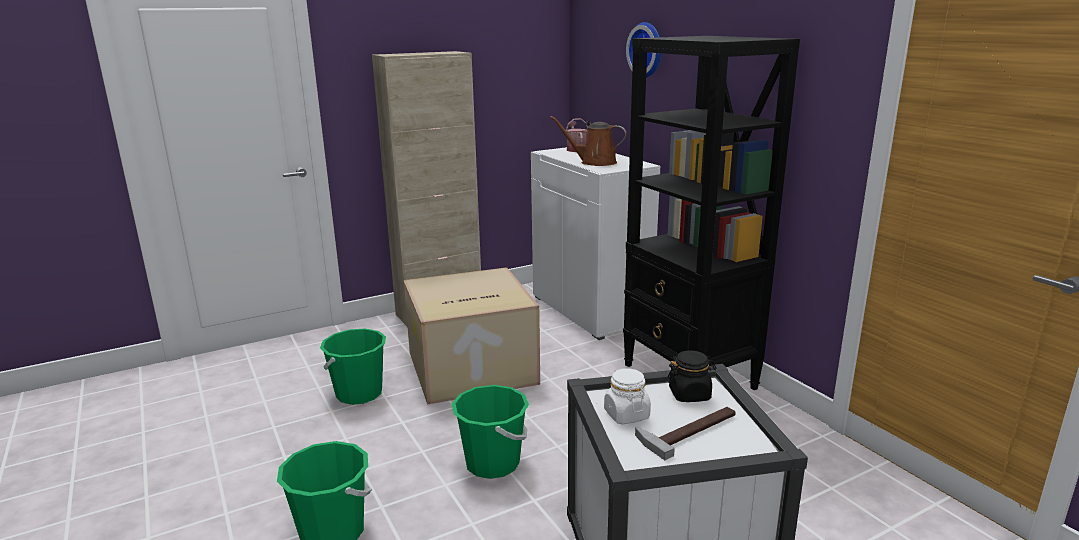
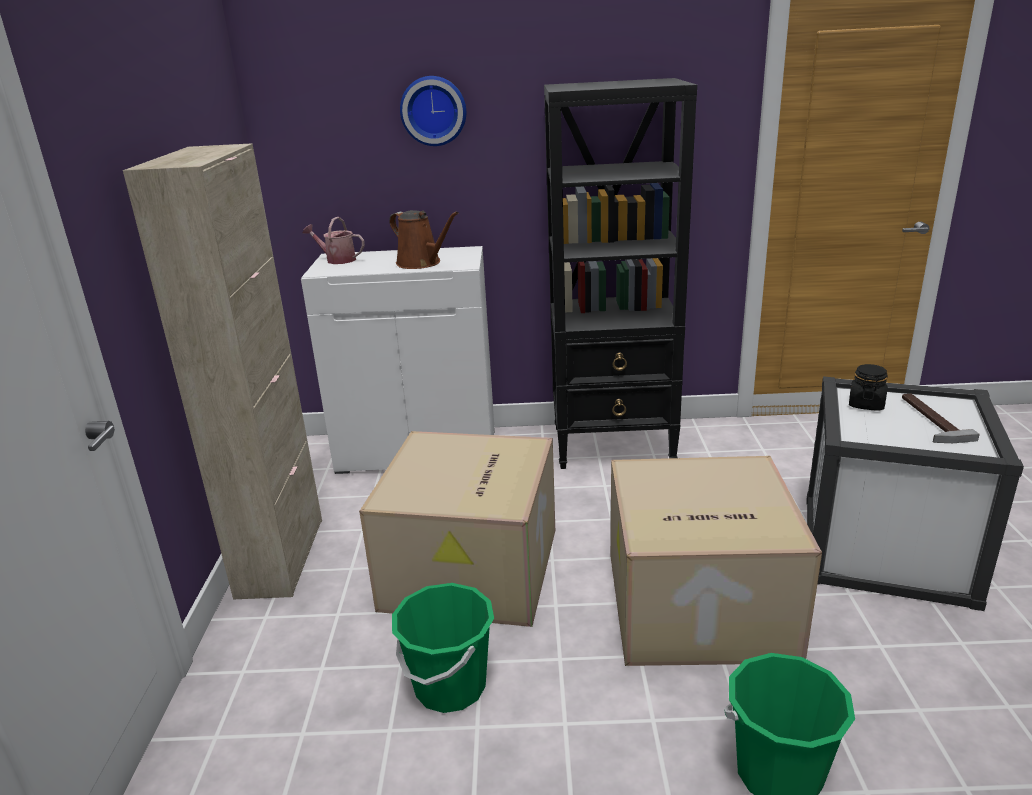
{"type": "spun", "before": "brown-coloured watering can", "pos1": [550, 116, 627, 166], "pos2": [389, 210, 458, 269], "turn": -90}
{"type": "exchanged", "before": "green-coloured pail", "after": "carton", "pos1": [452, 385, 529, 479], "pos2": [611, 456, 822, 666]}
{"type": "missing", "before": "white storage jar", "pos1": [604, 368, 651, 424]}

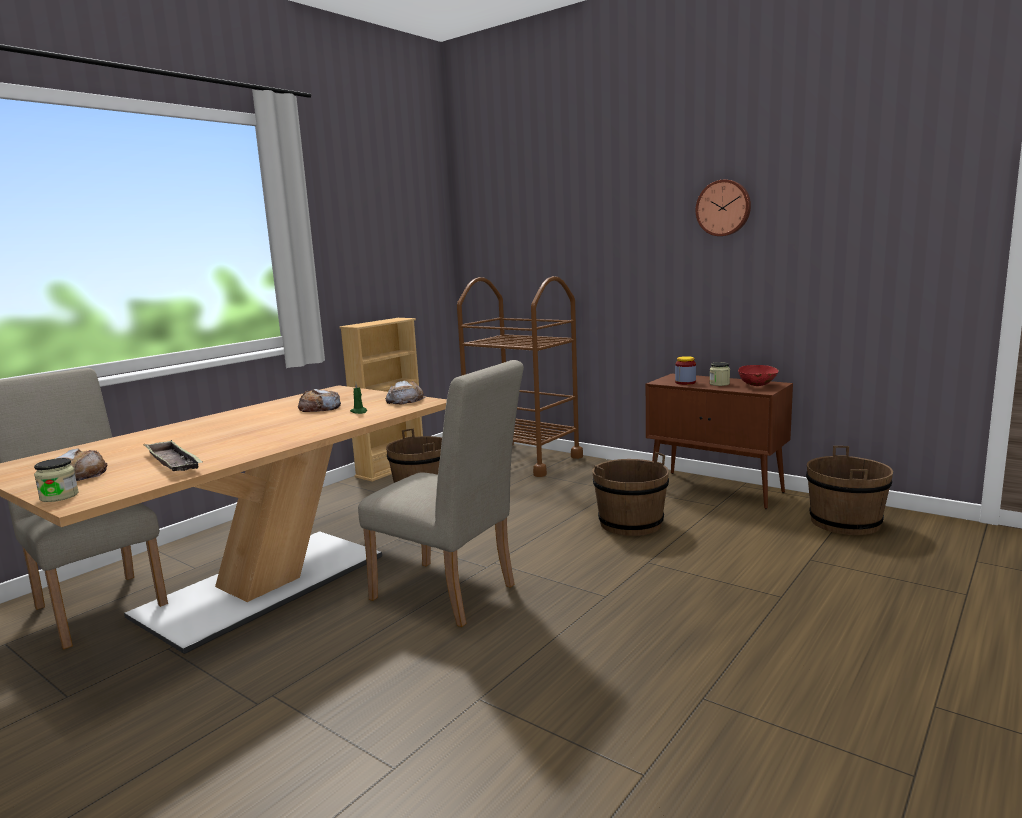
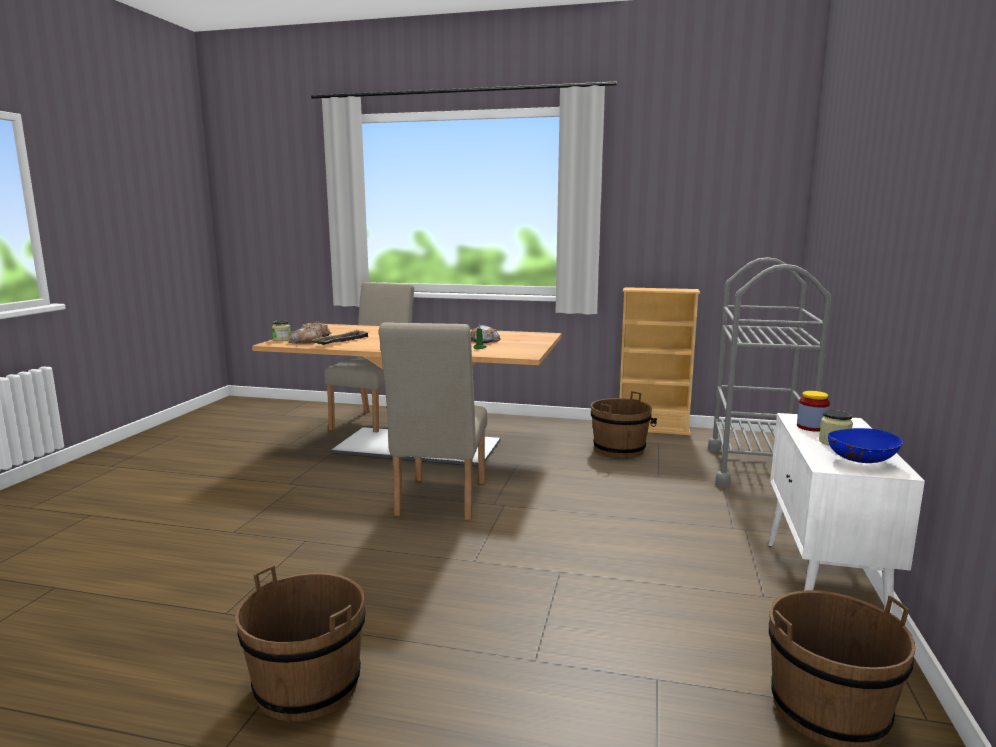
{"type": "relocated", "before": "brown-coloured pail", "pos1": [592, 452, 669, 536], "pos2": [235, 565, 366, 722]}
{"type": "relocated", "before": "bread", "pos1": [385, 380, 425, 405], "pos2": [289, 326, 322, 344]}
{"type": "colour", "before": "brown-coloured cart", "after": "gray cart", "pos1": [457, 276, 583, 477], "pos2": [708, 257, 831, 487]}
{"type": "colour", "before": "brown-coloured cupboard", "after": "white cupboard", "pos1": [646, 374, 793, 509], "pos2": [768, 413, 925, 614]}
{"type": "colour", "before": "red bowl", "after": "bluish bowl", "pos1": [738, 365, 779, 386], "pos2": [828, 428, 903, 463]}
{"type": "missing", "before": "hanging clock", "pos1": [696, 180, 751, 236]}

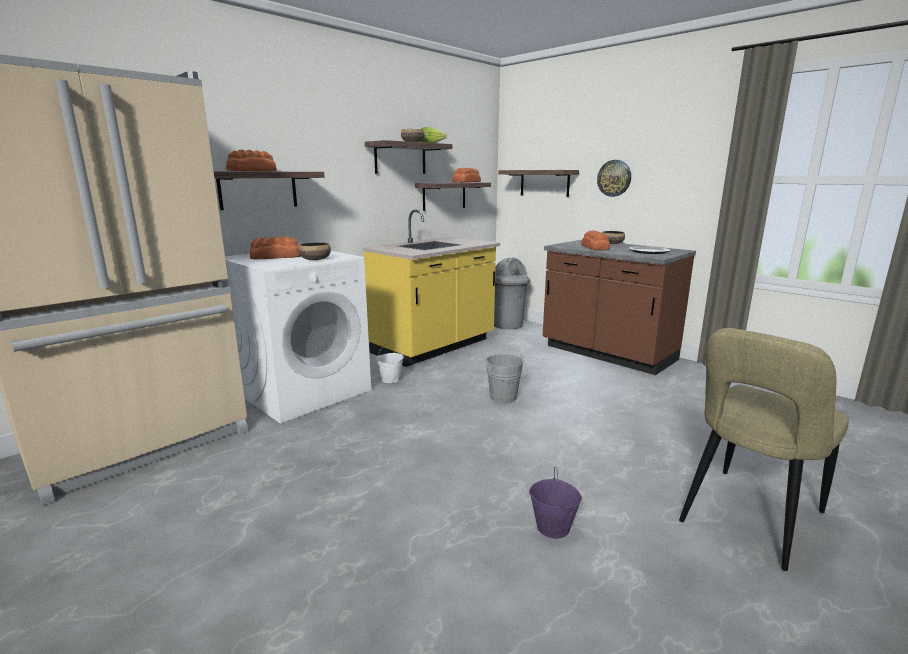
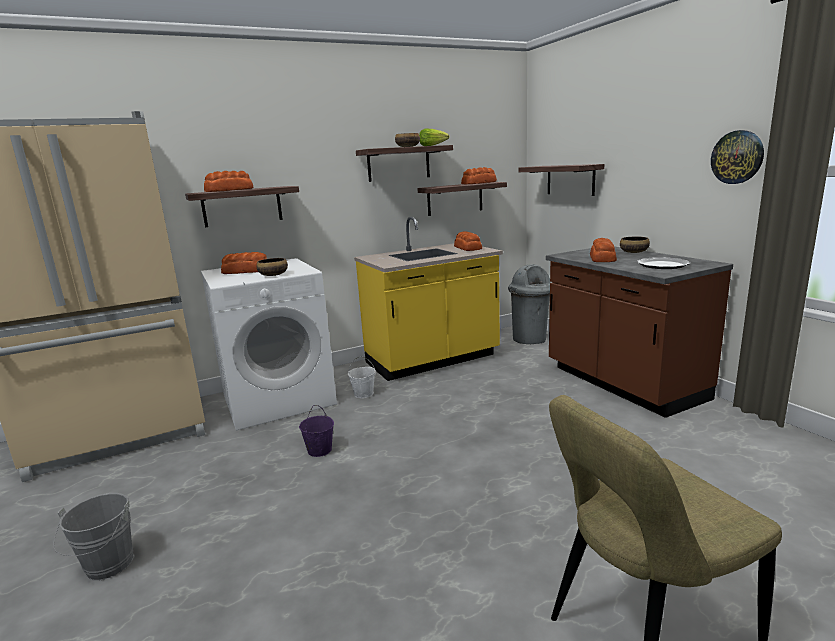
{"type": "relocated", "before": "gray pail", "pos1": [485, 353, 528, 403], "pos2": [53, 493, 134, 581]}
{"type": "relocated", "before": "purple pail", "pos1": [529, 467, 582, 539], "pos2": [299, 405, 334, 457]}
{"type": "appeared", "after": "bread", "pos2": [454, 231, 482, 251]}
{"type": "relocated", "before": "hanging clock", "pos1": [597, 160, 631, 197], "pos2": [711, 130, 764, 184]}

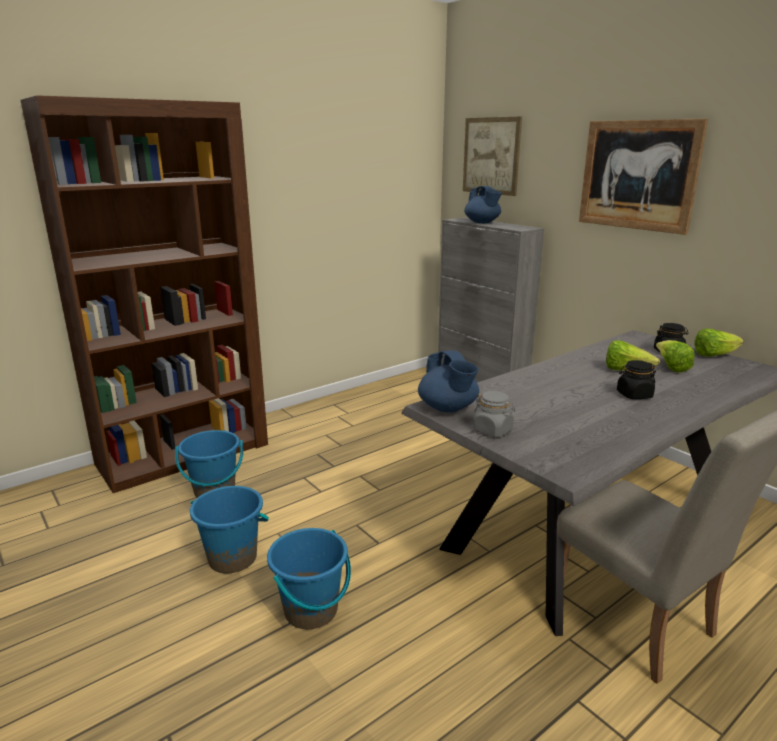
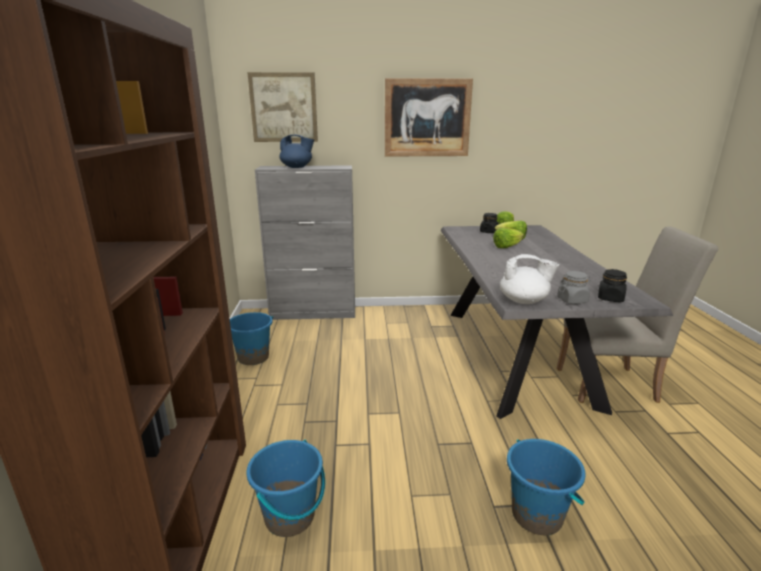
{"type": "relocated", "before": "bluish pail", "pos1": [190, 486, 269, 573], "pos2": [230, 312, 273, 365]}
{"type": "colour", "before": "bluish pot for tea", "after": "white pot for tea", "pos1": [418, 351, 479, 413], "pos2": [500, 254, 559, 304]}
{"type": "relocated", "before": "black storage jar", "pos1": [617, 360, 656, 399], "pos2": [598, 269, 627, 302]}

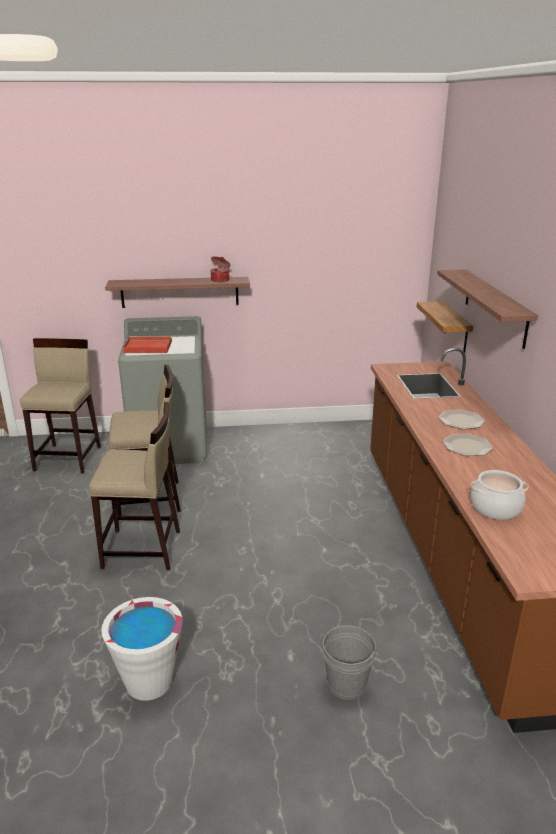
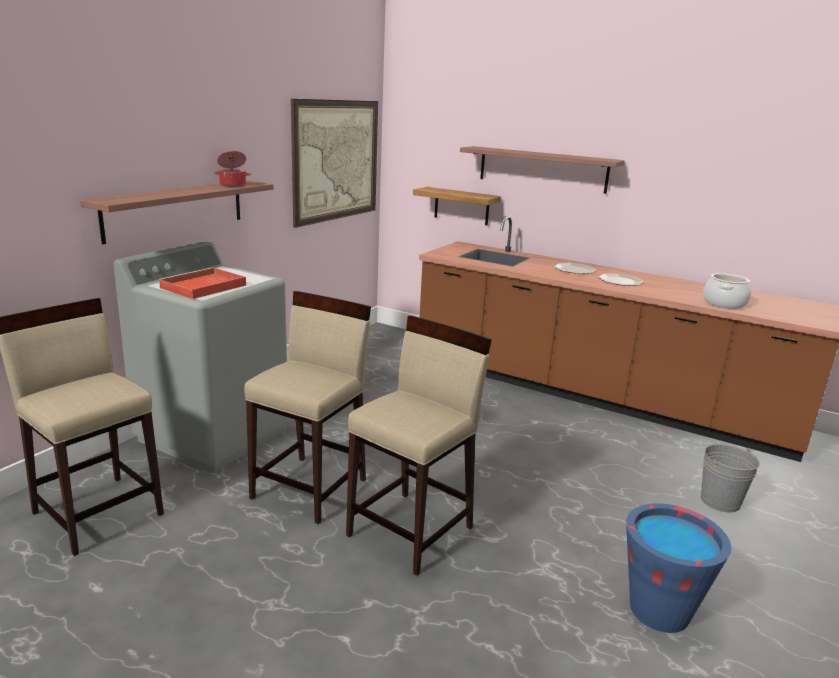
{"type": "appeared", "after": "picture", "pos2": [291, 99, 378, 228]}
{"type": "colour", "before": "white pail", "after": "bluish pail", "pos1": [101, 597, 182, 701], "pos2": [626, 503, 731, 633]}

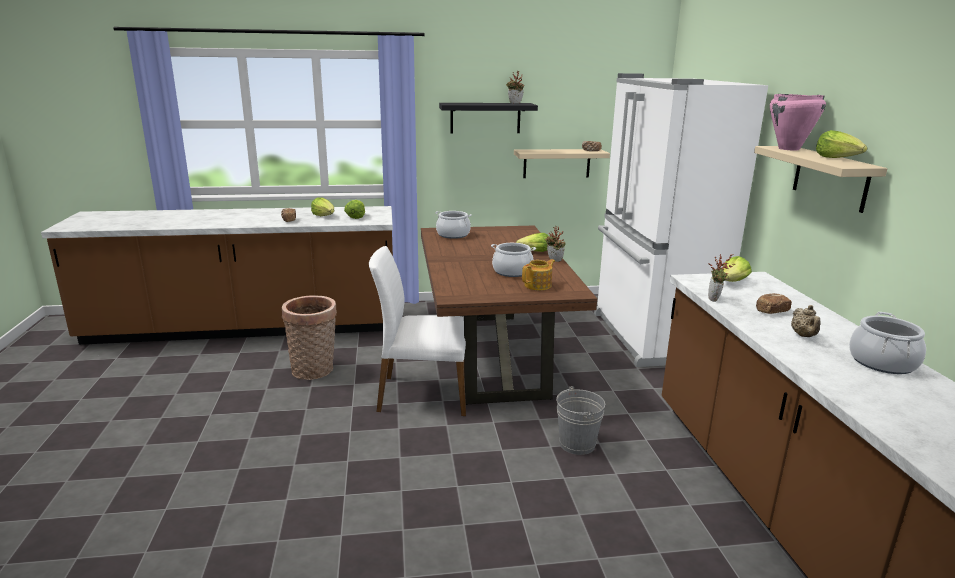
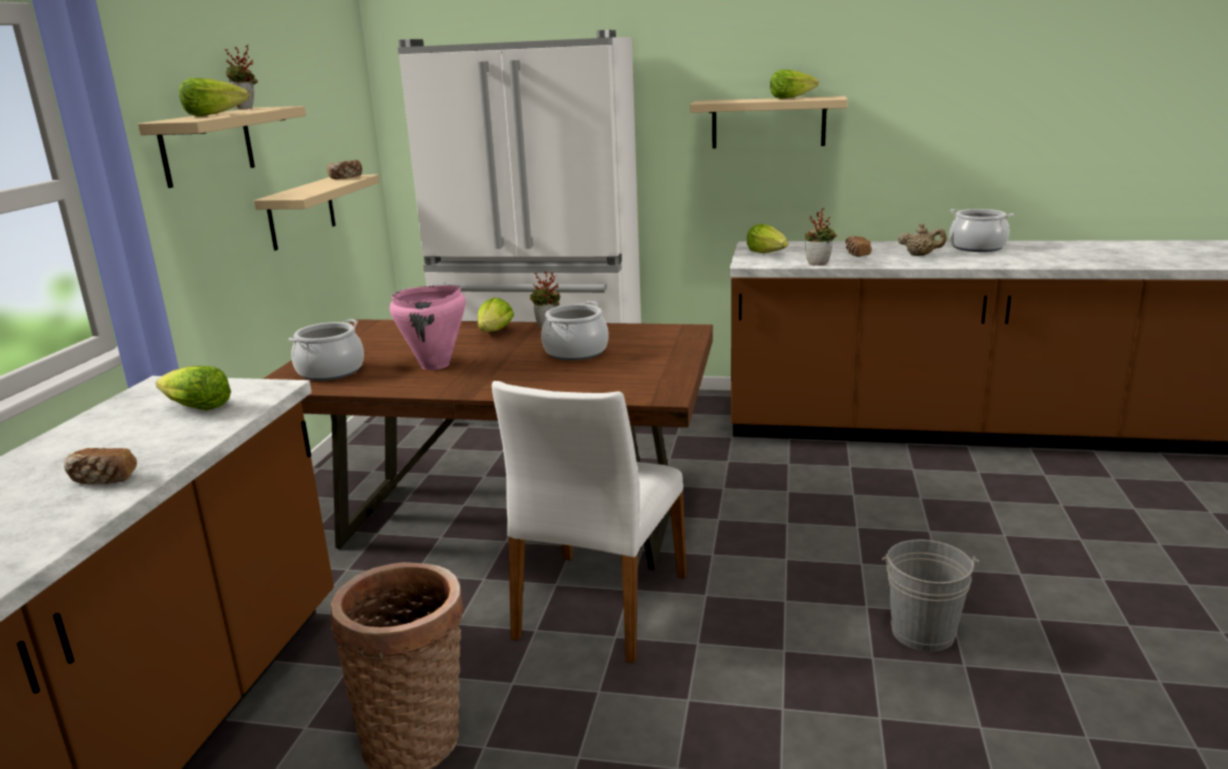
{"type": "colour", "before": "black wall shelf", "after": "beige-coloured wall shelf", "pos1": [439, 103, 538, 133], "pos2": [138, 106, 306, 188]}
{"type": "relocated", "before": "lettuce head", "pos1": [311, 197, 334, 216], "pos2": [179, 78, 250, 116]}
{"type": "relocated", "before": "pink stockpot", "pos1": [770, 94, 826, 151], "pos2": [390, 285, 466, 370]}
{"type": "relocated", "before": "gray pail", "pos1": [556, 386, 605, 455], "pos2": [882, 540, 980, 652]}
{"type": "missing", "before": "pot for tea", "pos1": [522, 259, 555, 290]}

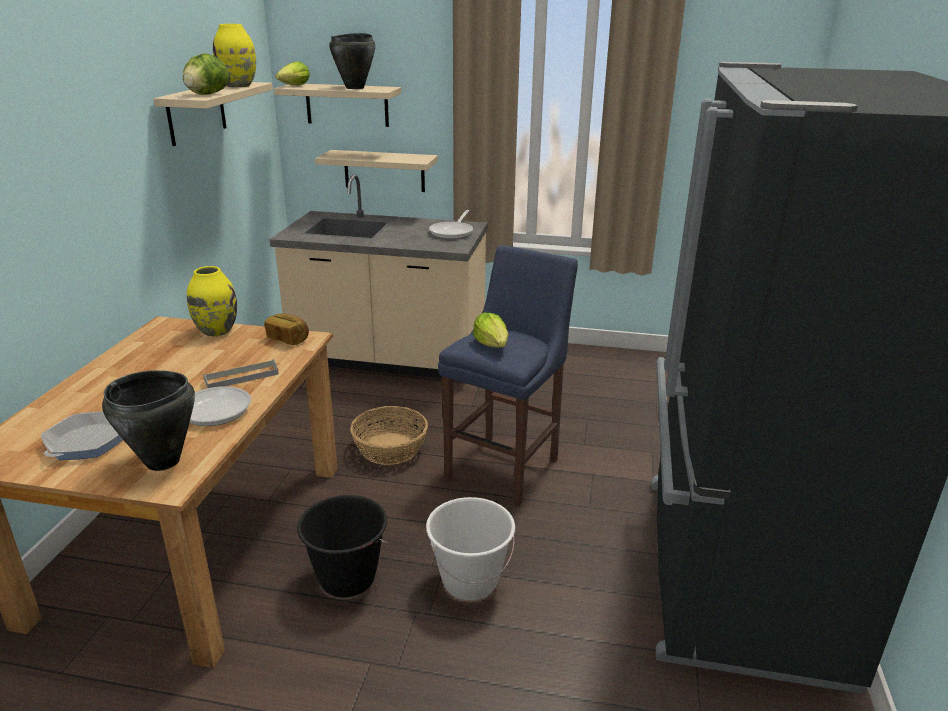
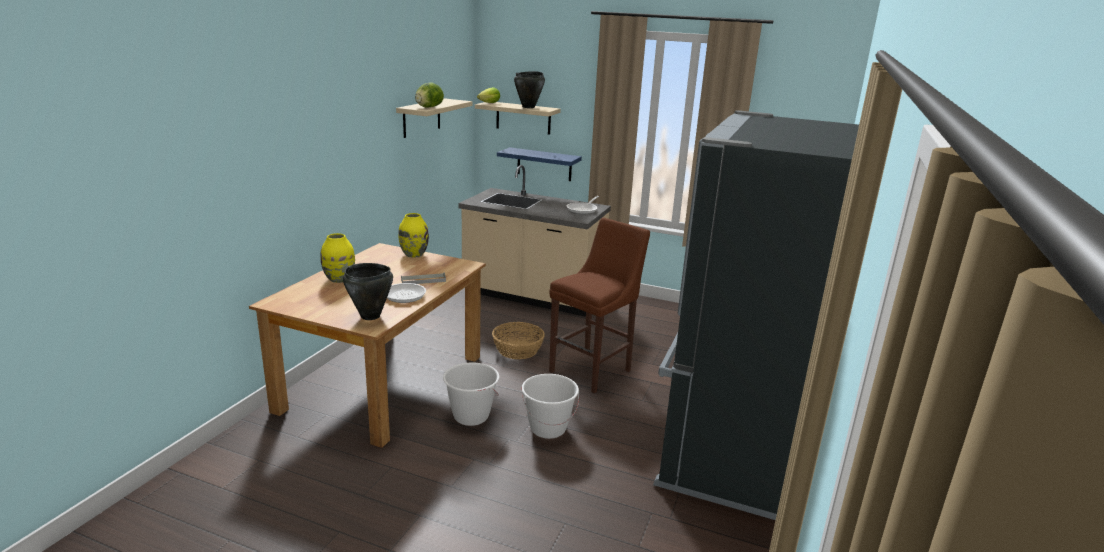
{"type": "relocated", "before": "yellow-coloured flower vase", "pos1": [213, 24, 256, 87], "pos2": [320, 233, 355, 283]}
{"type": "colour", "before": "black pail", "after": "white pail", "pos1": [297, 495, 389, 598], "pos2": [443, 363, 499, 426]}
{"type": "colour", "before": "beige-coloured wall shelf", "after": "bluish wall shelf", "pos1": [315, 150, 438, 192], "pos2": [497, 147, 582, 181]}
{"type": "colour", "before": "bluish stool", "after": "brown-coloured stool", "pos1": [438, 245, 578, 506], "pos2": [549, 218, 650, 394]}
{"type": "missing", "before": "frying pan", "pos1": [41, 411, 123, 460]}
{"type": "missing", "before": "bread", "pos1": [264, 314, 309, 345]}
{"type": "missing", "before": "lettuce head", "pos1": [473, 313, 508, 348]}

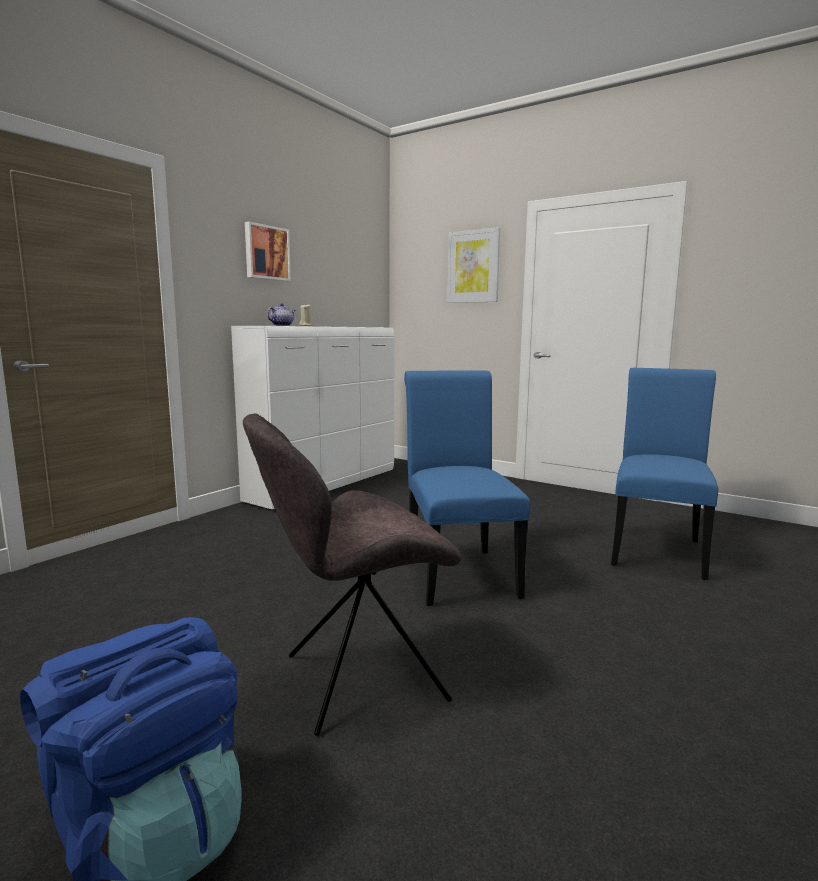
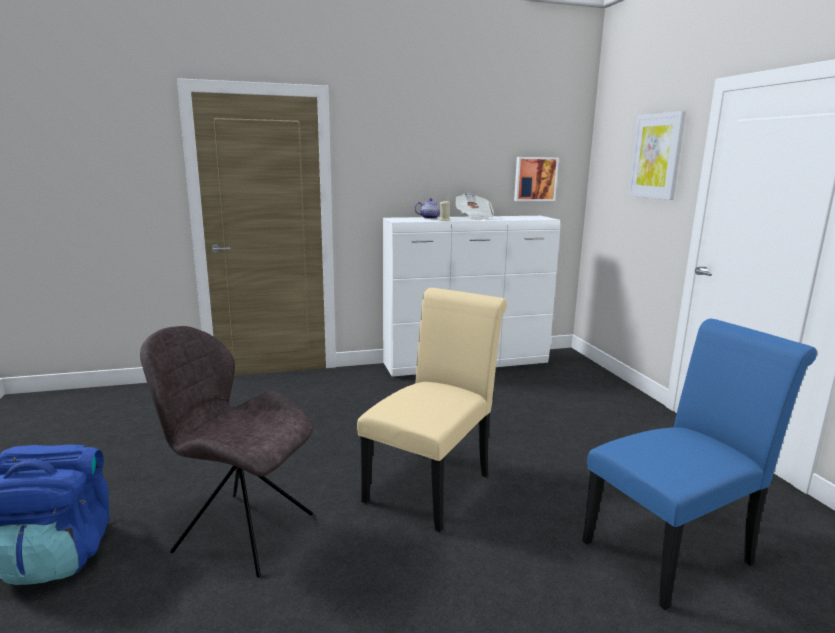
{"type": "colour", "before": "bluish chair", "after": "beige-coloured chair", "pos1": [404, 370, 530, 606], "pos2": [357, 288, 507, 532]}
{"type": "appeared", "after": "printed paper", "pos2": [455, 193, 494, 221]}
{"type": "relocated", "before": "picture", "pos1": [245, 222, 291, 281], "pos2": [514, 157, 559, 201]}

